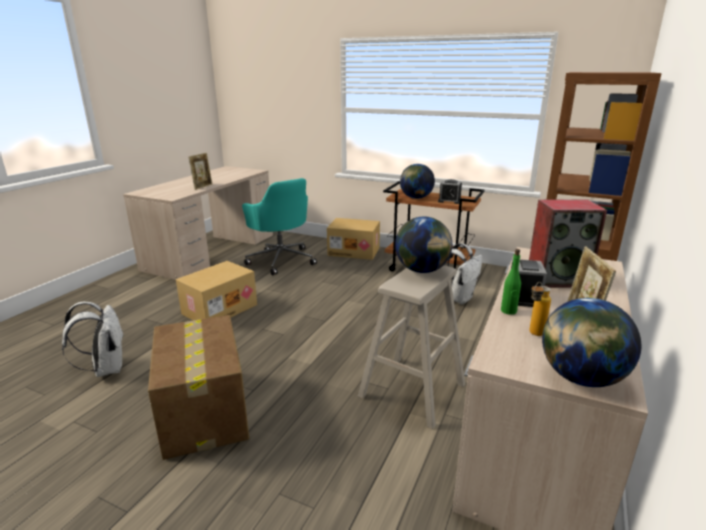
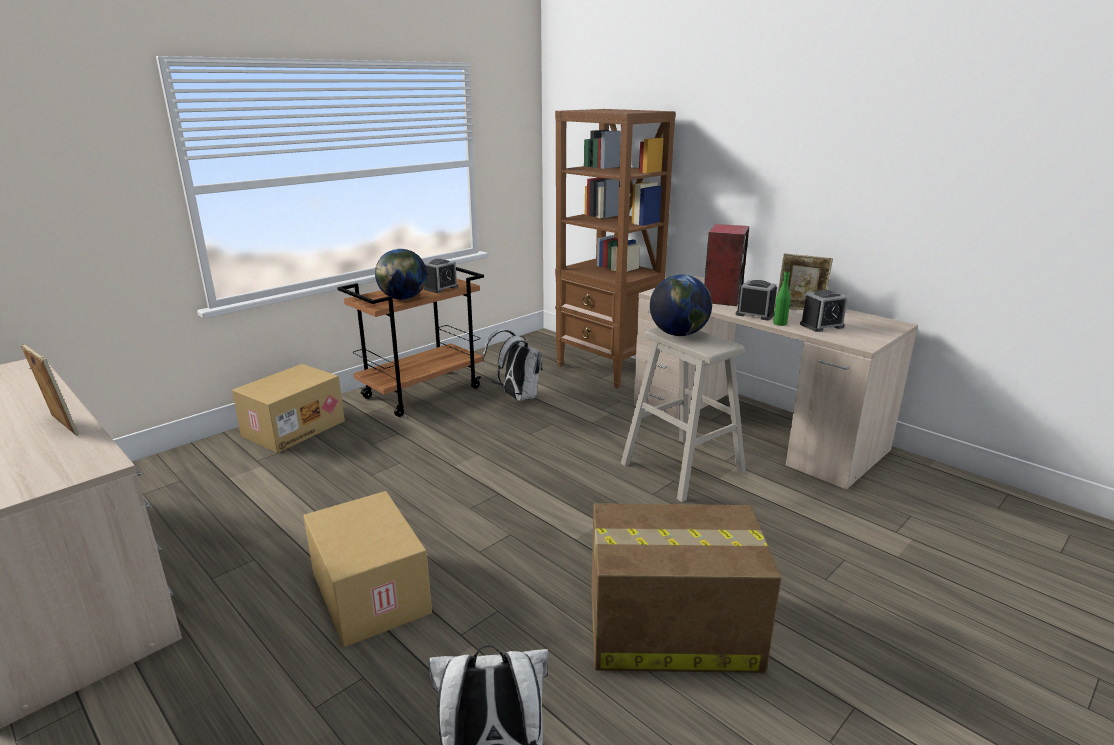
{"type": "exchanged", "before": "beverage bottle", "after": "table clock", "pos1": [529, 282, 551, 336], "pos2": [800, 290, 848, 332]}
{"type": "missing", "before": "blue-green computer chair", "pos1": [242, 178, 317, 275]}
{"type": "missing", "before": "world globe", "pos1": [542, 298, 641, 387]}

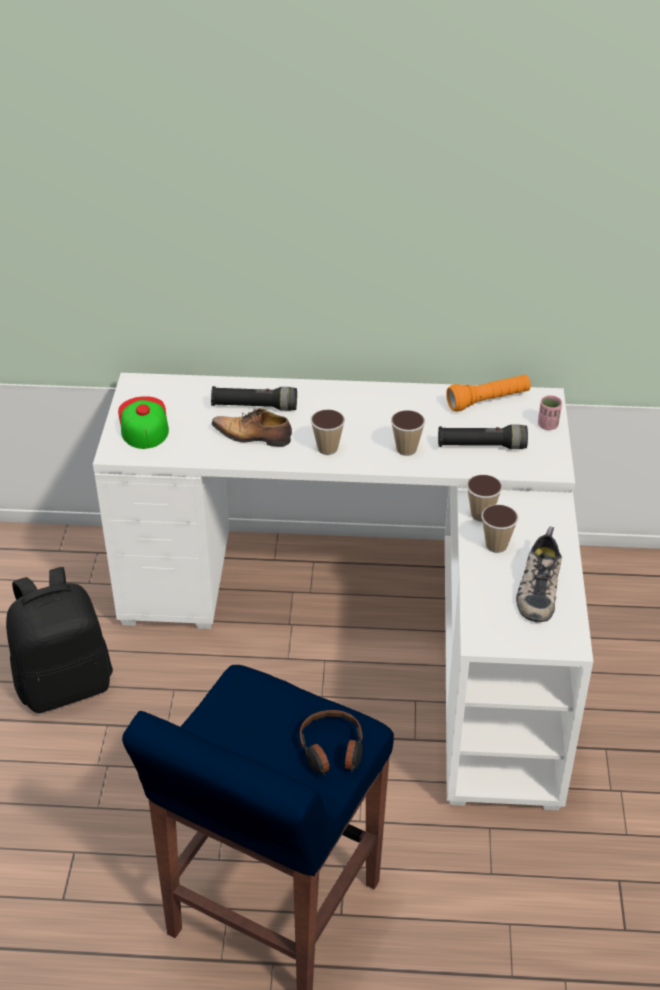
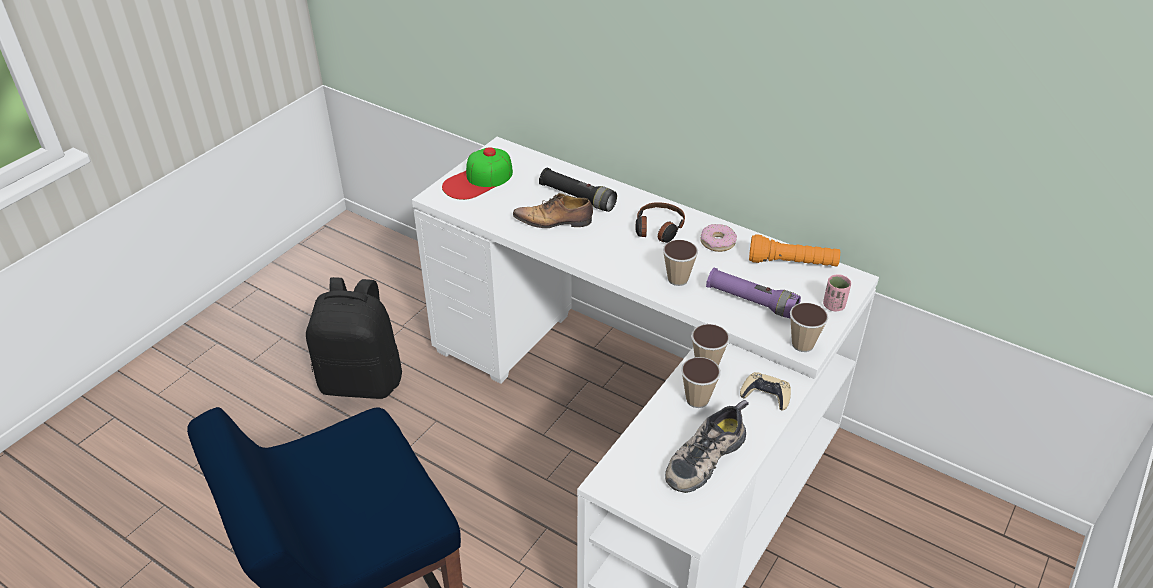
{"type": "spun", "before": "baseball cap", "pos1": [118, 396, 169, 449], "pos2": [442, 147, 513, 200], "turn": -150}
{"type": "spun", "before": "shoe", "pos1": [212, 408, 292, 447], "pos2": [513, 193, 593, 228], "turn": -45}
{"type": "relocated", "before": "pair of headphones", "pos1": [300, 710, 363, 776], "pos2": [636, 202, 685, 243]}
{"type": "appeared", "after": "ring doughnut", "pos2": [700, 224, 737, 252]}
{"type": "colour", "before": "black torch", "after": "purple torch", "pos1": [438, 425, 528, 449], "pos2": [706, 268, 801, 319]}
{"type": "appeared", "after": "beige-coloured joypad", "pos2": [740, 372, 791, 411]}
{"type": "relocated", "before": "small cup", "pos1": [311, 409, 345, 455], "pos2": [790, 303, 828, 352]}

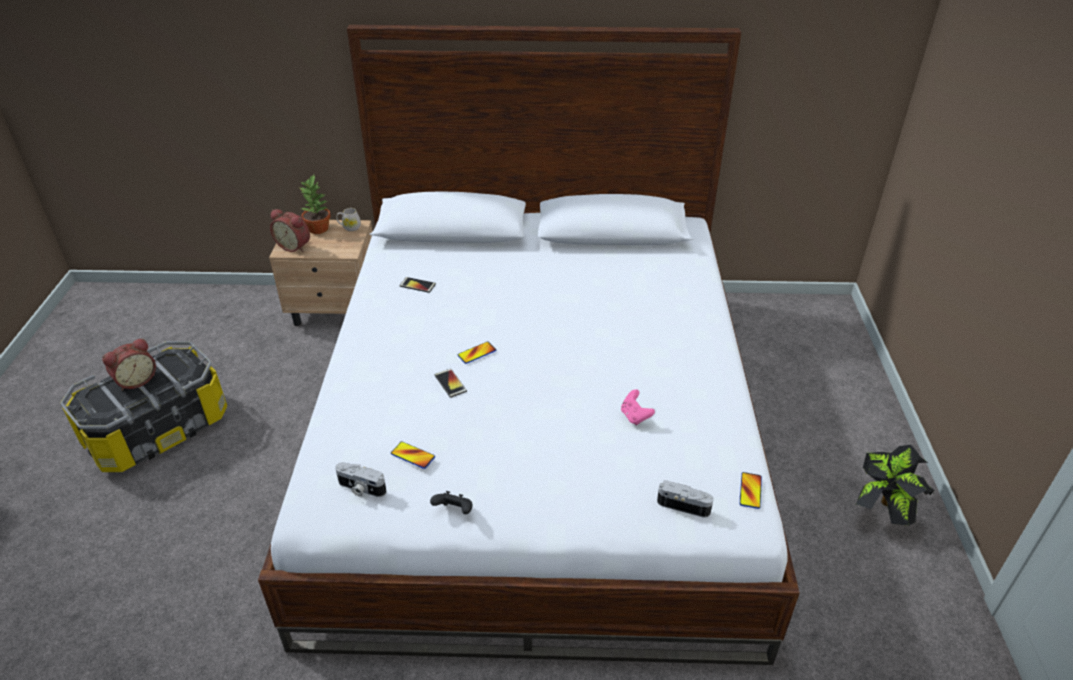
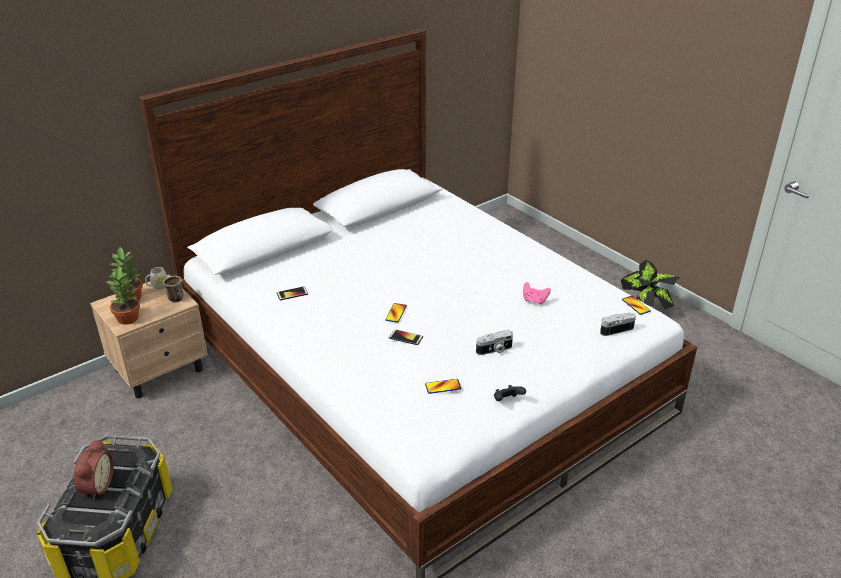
{"type": "exchanged", "before": "table clock", "after": "houseplant", "pos1": [270, 209, 310, 252], "pos2": [105, 266, 140, 325]}
{"type": "appeared", "after": "mug", "pos2": [163, 276, 184, 302]}
{"type": "relocated", "before": "photo camera", "pos1": [335, 462, 387, 497], "pos2": [476, 330, 513, 355]}

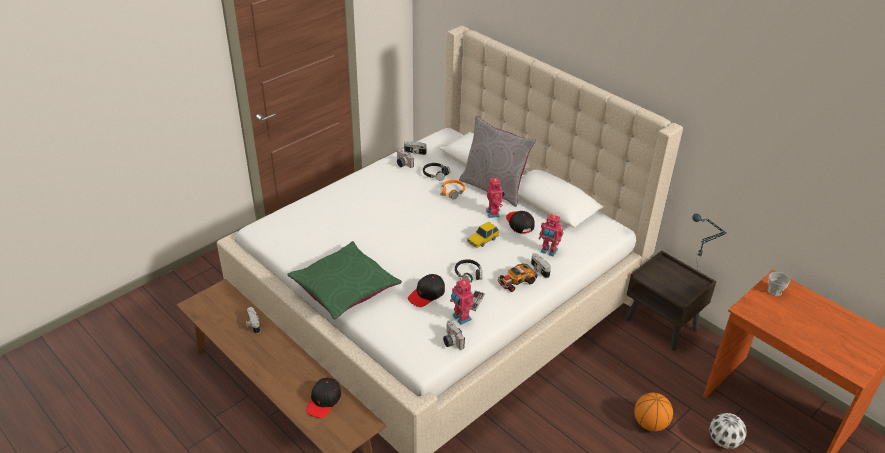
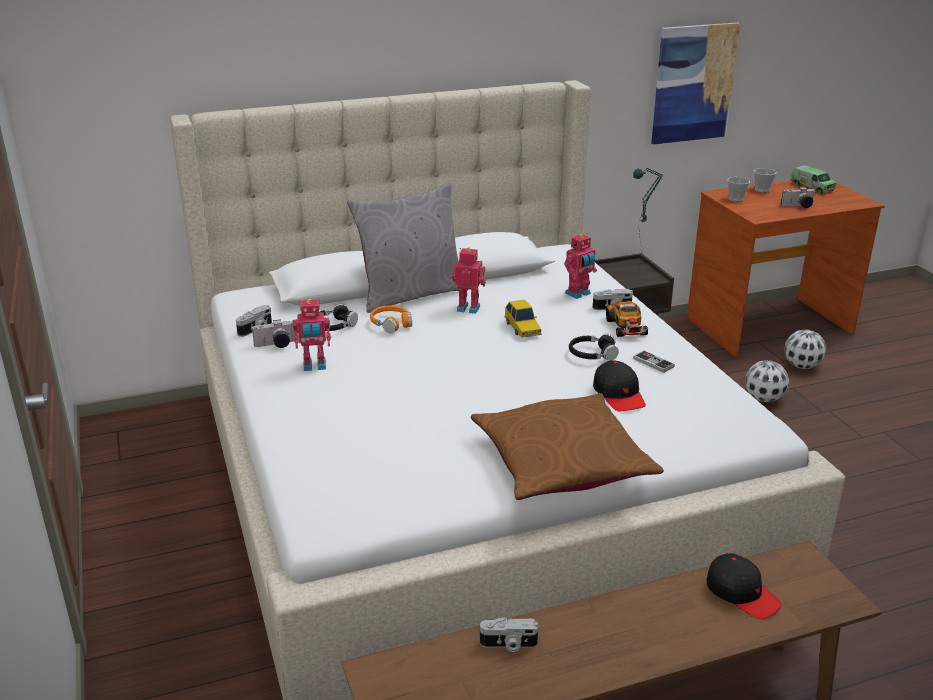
{"type": "relocated", "before": "model robot", "pos1": [450, 278, 474, 325], "pos2": [292, 299, 331, 371]}
{"type": "colour", "before": "green-coloured cushion", "after": "brown-coloured cushion", "pos1": [288, 241, 402, 320], "pos2": [471, 393, 664, 500]}
{"type": "appeared", "after": "picture", "pos2": [651, 22, 740, 144]}
{"type": "exchanged", "before": "ball for basketball", "after": "football", "pos1": [634, 393, 673, 431], "pos2": [745, 360, 789, 402]}
{"type": "appeared", "after": "small cup", "pos2": [754, 168, 776, 193]}
{"type": "relocated", "before": "photo camera", "pos1": [443, 320, 465, 350], "pos2": [781, 187, 815, 208]}
{"type": "appeared", "after": "toy lorry", "pos2": [790, 165, 836, 194]}
{"type": "missing", "before": "black baseball cap", "pos1": [506, 211, 535, 234]}

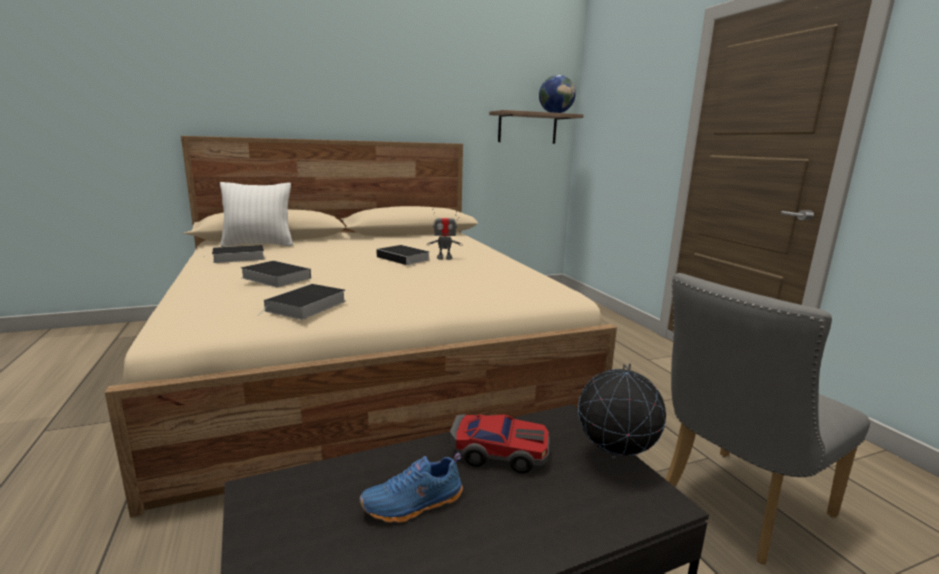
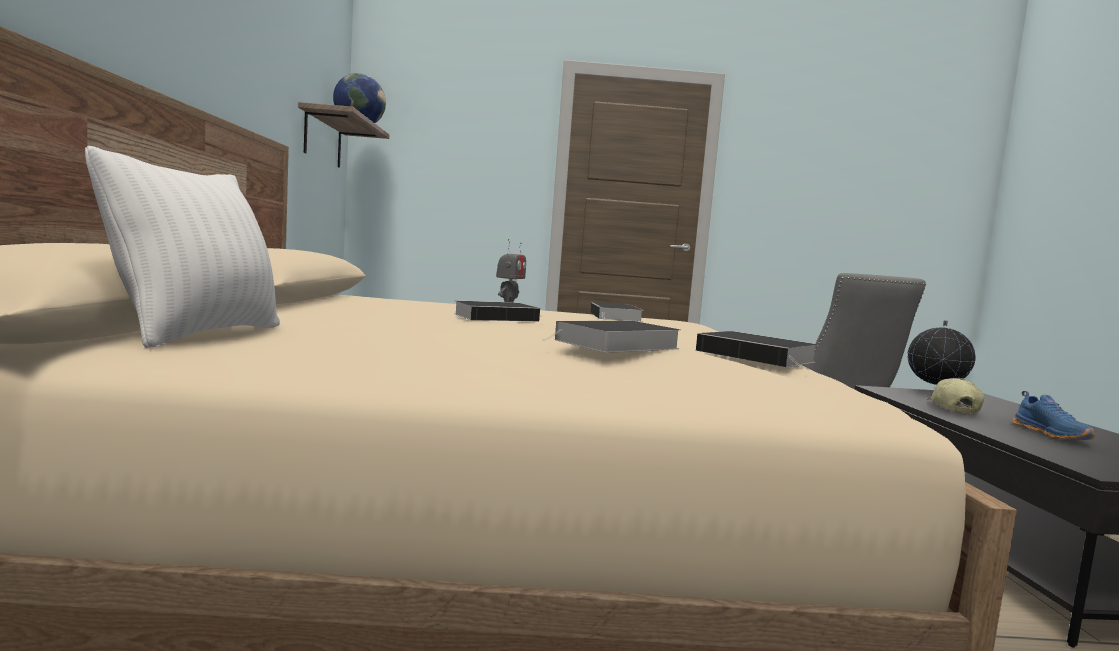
{"type": "relocated", "before": "book", "pos1": [204, 245, 265, 263], "pos2": [590, 302, 643, 322]}
{"type": "exchanged", "before": "miniature car", "after": "baseball cap", "pos1": [450, 414, 550, 474], "pos2": [927, 378, 984, 413]}

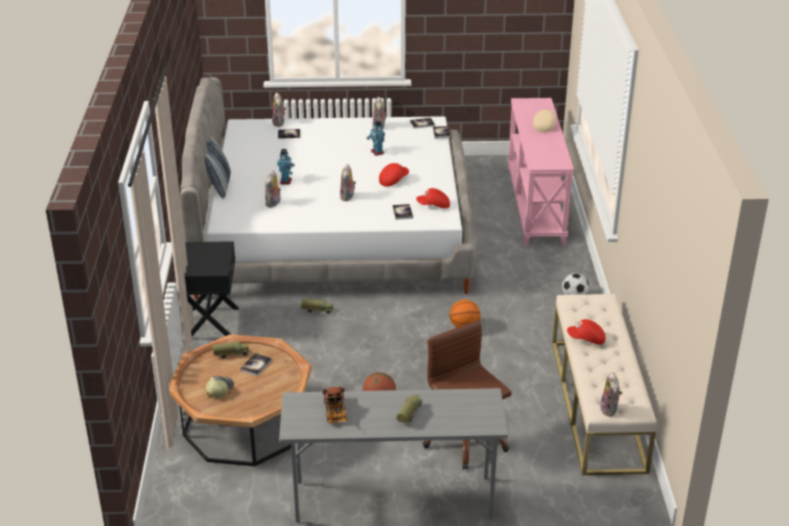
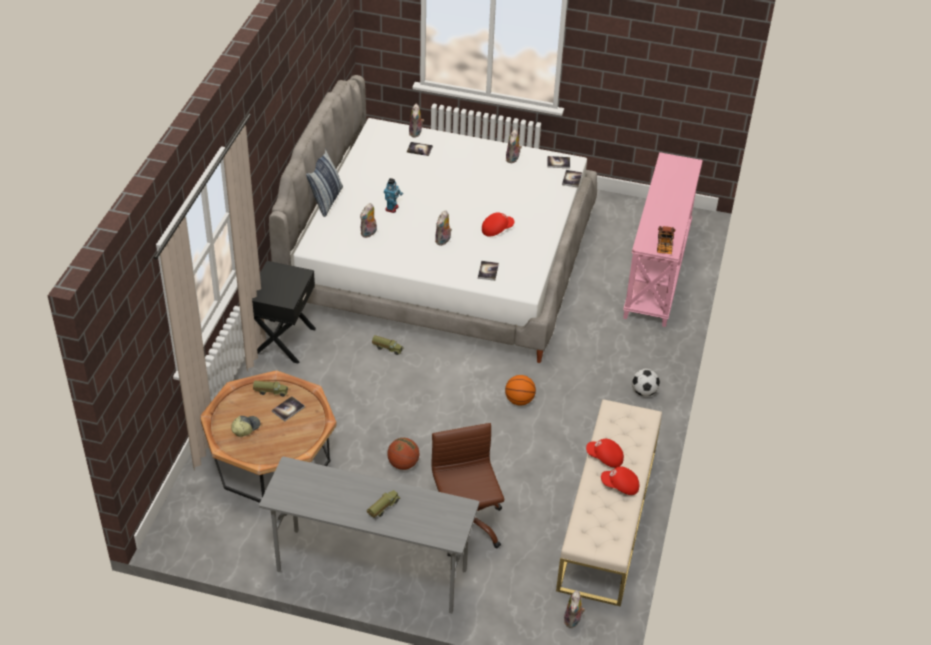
{"type": "relocated", "before": "plush toy", "pos1": [600, 372, 623, 417], "pos2": [564, 590, 585, 628]}
{"type": "relocated", "before": "red baseball cap", "pos1": [416, 188, 450, 208], "pos2": [601, 467, 639, 495]}
{"type": "relocated", "before": "toy lorry", "pos1": [323, 386, 347, 423], "pos2": [657, 226, 676, 254]}
{"type": "missing", "before": "model robot", "pos1": [367, 121, 385, 156]}
{"type": "missing", "before": "beige-coloured baseball cap", "pos1": [533, 109, 556, 132]}

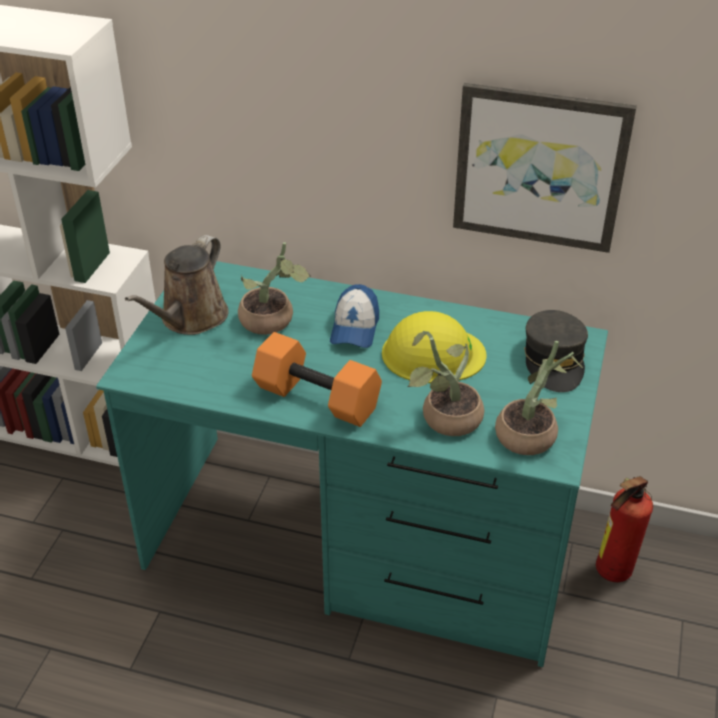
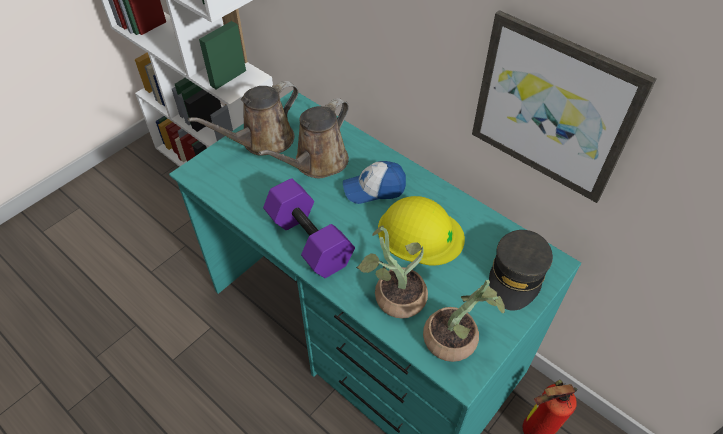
{"type": "exchanged", "before": "houseplant", "after": "brown-coloured watering can", "pos1": [238, 242, 311, 335], "pos2": [258, 98, 349, 178]}
{"type": "colour", "before": "orange-coloured free weight", "after": "purple free weight", "pos1": [252, 332, 382, 427], "pos2": [263, 178, 355, 278]}
{"type": "spun", "before": "baseball cap", "pos1": [330, 284, 379, 348], "pos2": [343, 161, 406, 204], "turn": 45}

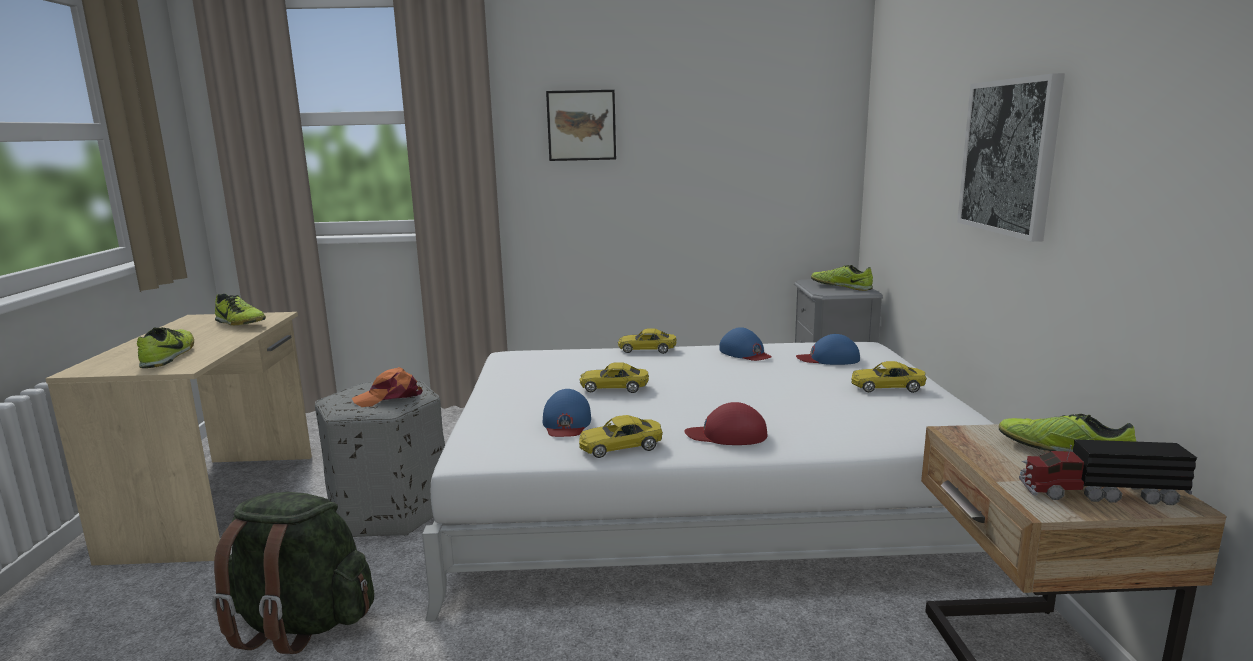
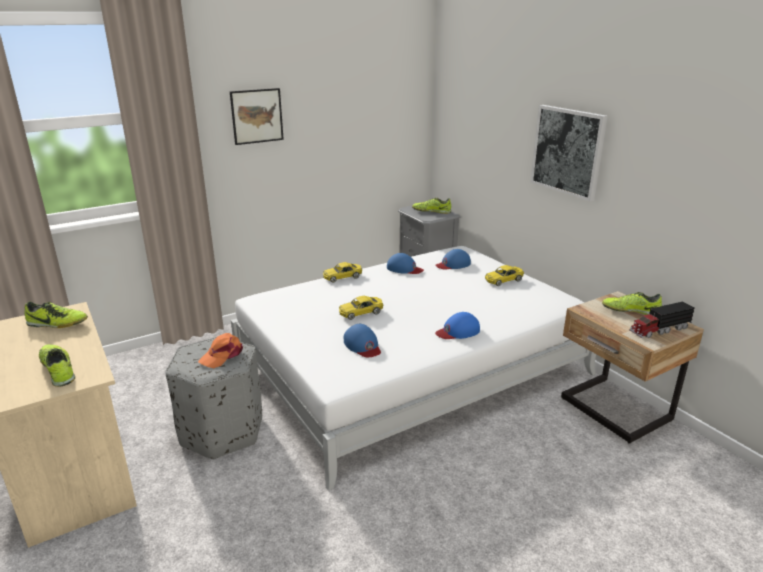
{"type": "colour", "before": "red baseball cap", "after": "bluish baseball cap", "pos1": [684, 402, 768, 445], "pos2": [435, 312, 480, 339]}
{"type": "missing", "before": "green-coloured knapsack", "pos1": [212, 492, 374, 654]}
{"type": "missing", "before": "yellow-coloured miniature car", "pos1": [579, 415, 663, 458]}

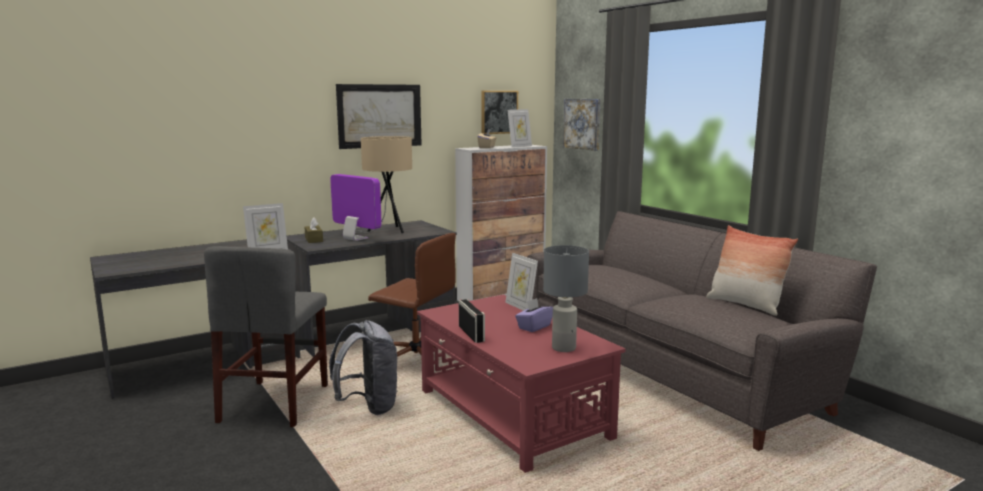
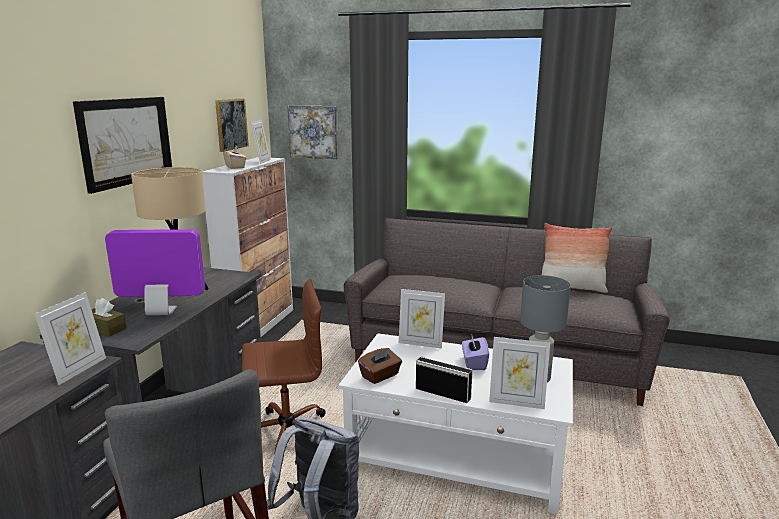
{"type": "colour", "before": "red lounge table", "after": "white lounge table", "pos1": [417, 294, 626, 473], "pos2": [338, 333, 573, 514]}
{"type": "appeared", "after": "brown-coloured tissue box", "pos2": [358, 348, 402, 384]}
{"type": "appeared", "after": "photo frame", "pos2": [489, 337, 550, 409]}

